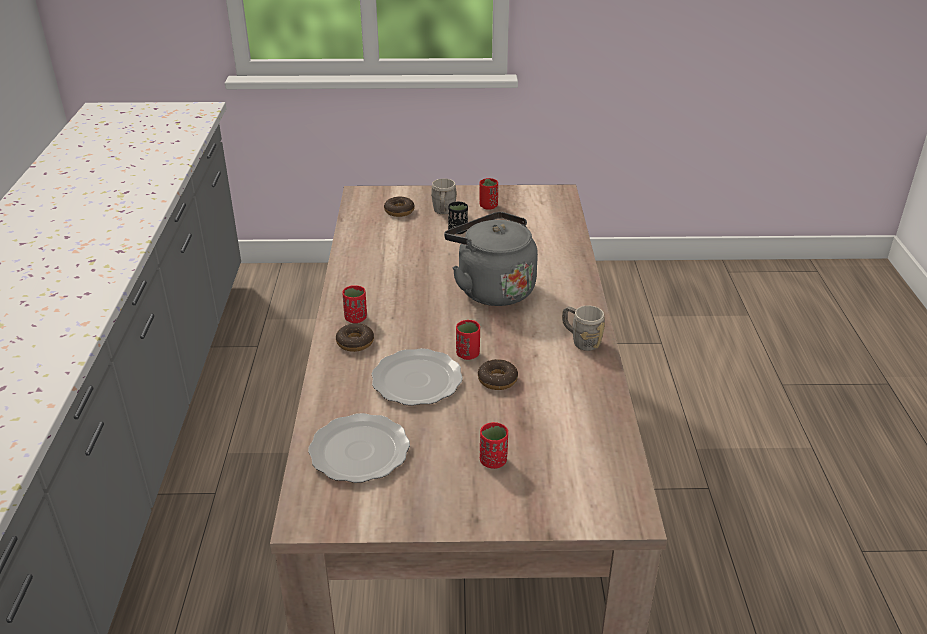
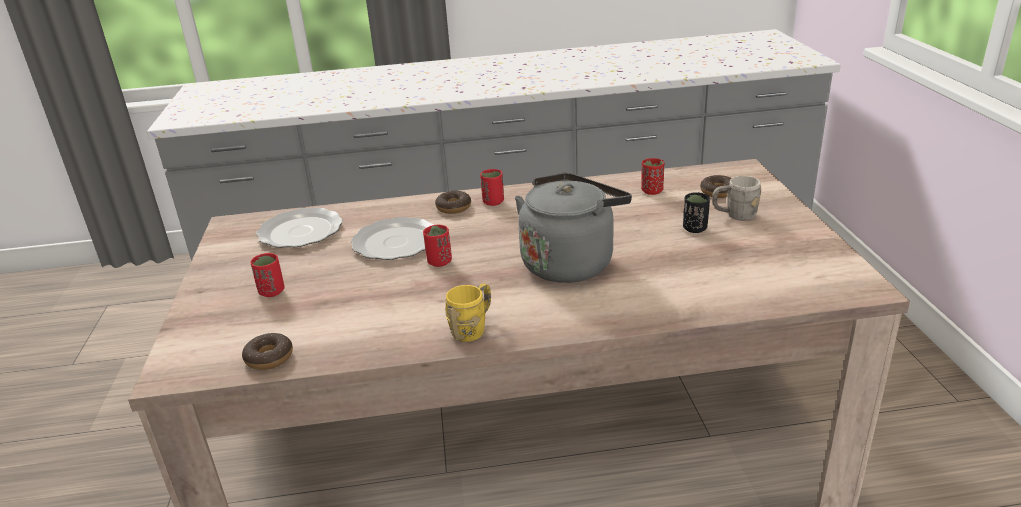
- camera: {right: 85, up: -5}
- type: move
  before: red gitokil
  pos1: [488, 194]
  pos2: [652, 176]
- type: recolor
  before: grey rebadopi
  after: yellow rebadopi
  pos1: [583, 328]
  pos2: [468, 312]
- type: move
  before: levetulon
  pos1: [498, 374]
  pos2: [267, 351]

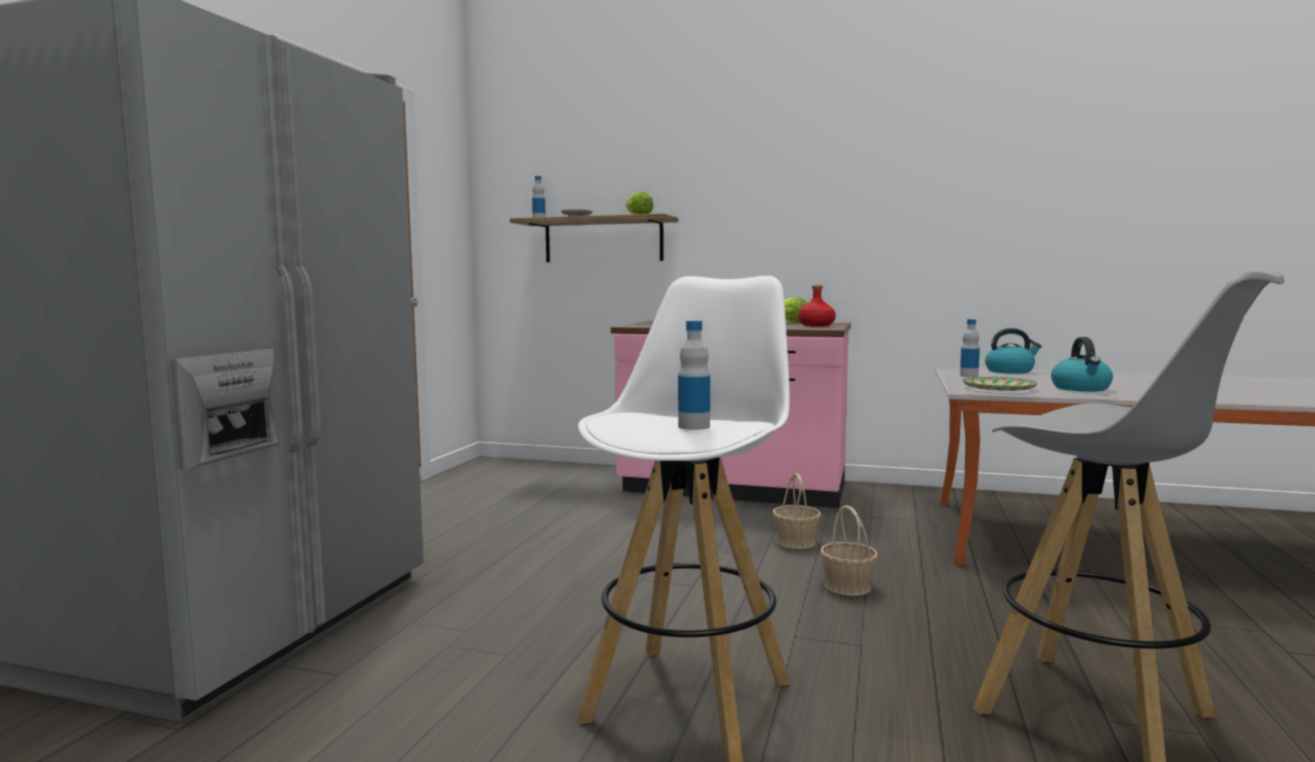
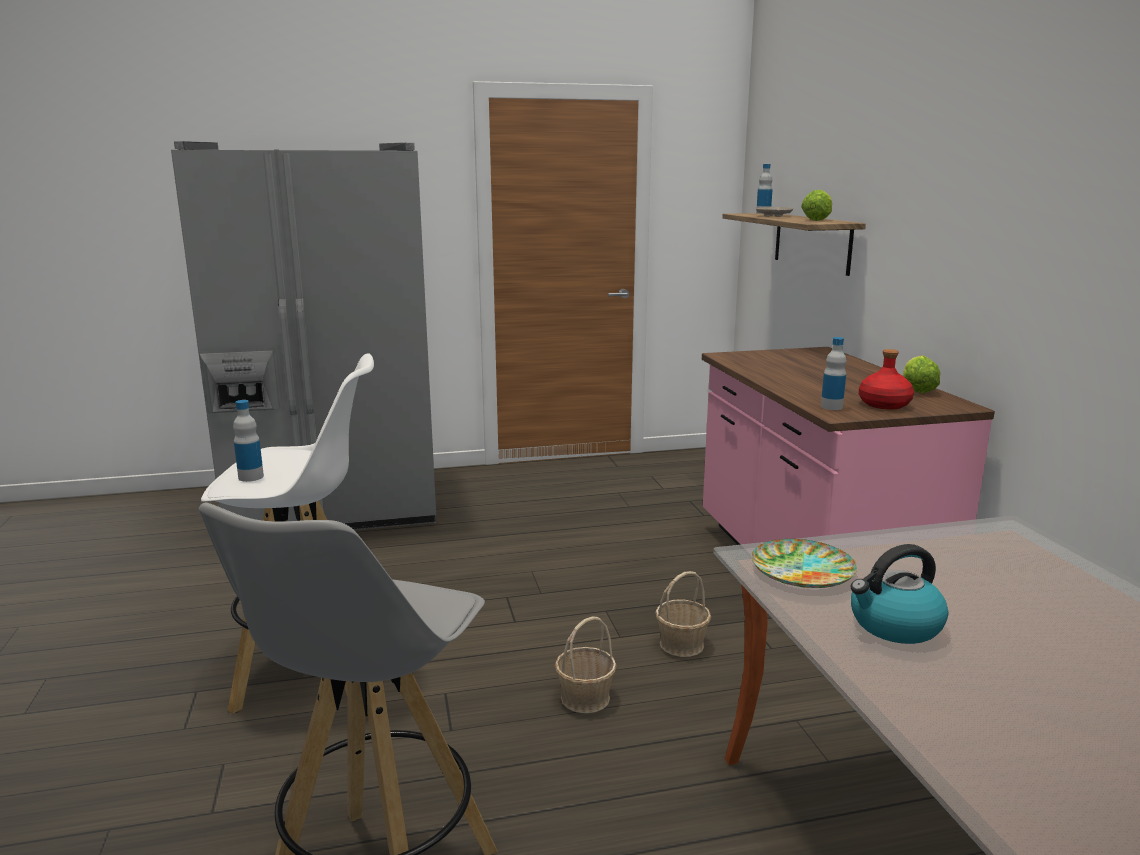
- camera: {right: 60, up: 10}
- type: move
  before: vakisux
  pos1: [970, 348]
  pos2: [833, 373]
- type: delete
  before: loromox
  pos1: [1013, 351]

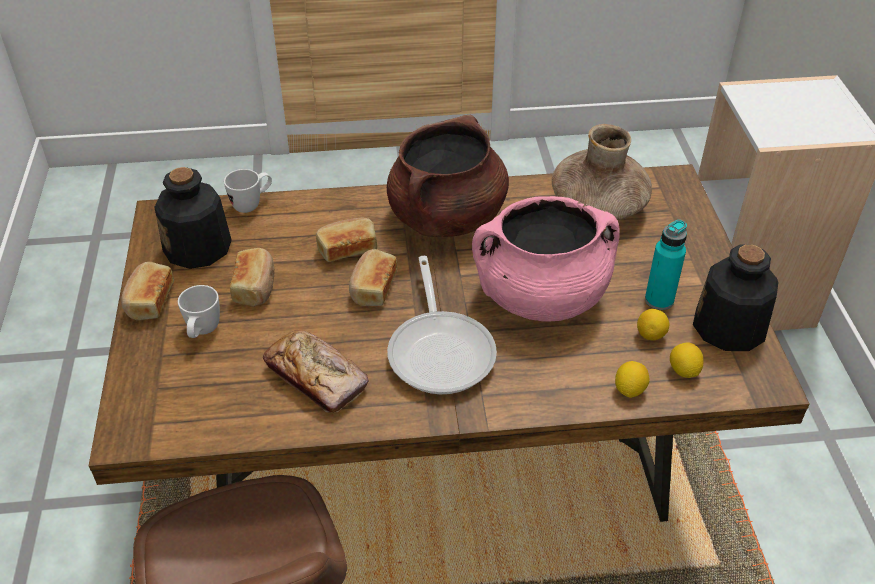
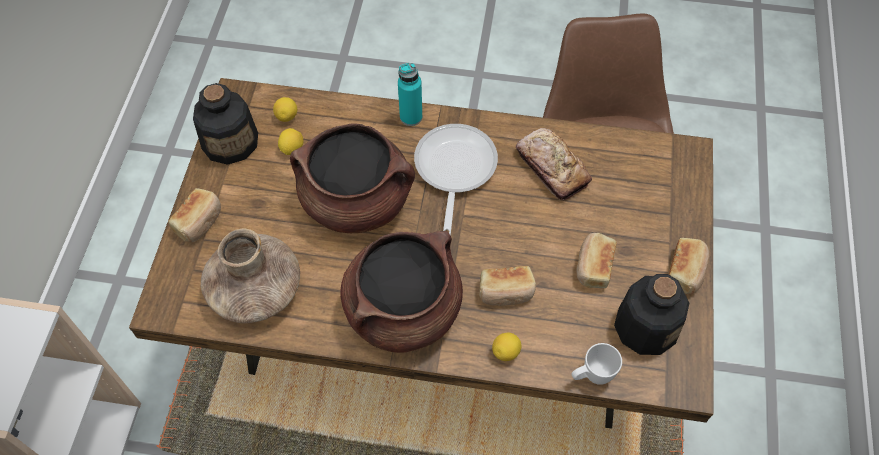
- camera: {right: -165, up: 15}
- type: recolor
  before: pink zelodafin
  after: brown zelodafin
  pos1: [546, 259]
  pos2: [352, 178]
- type: move
  before: turquoise vakisux
  pos1: [666, 265]
  pos2: [410, 94]
- type: move
  before: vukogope
  pos1: [373, 277]
  pos2: [194, 215]
- type: delete
  before: white rebadopi
  pos1: [199, 311]
- type: move
  before: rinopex
  pos1: [632, 379]
  pos2: [507, 346]

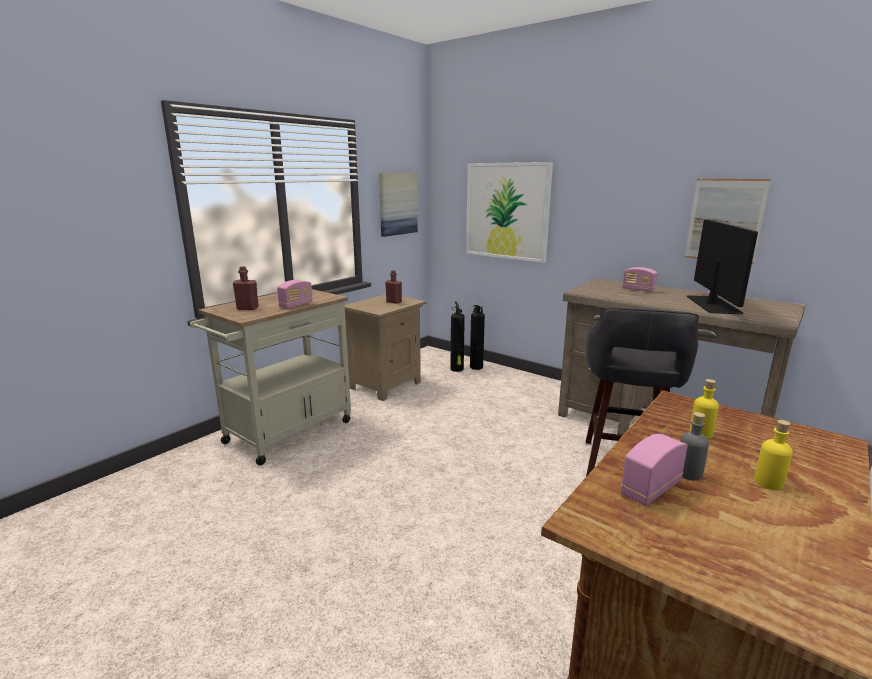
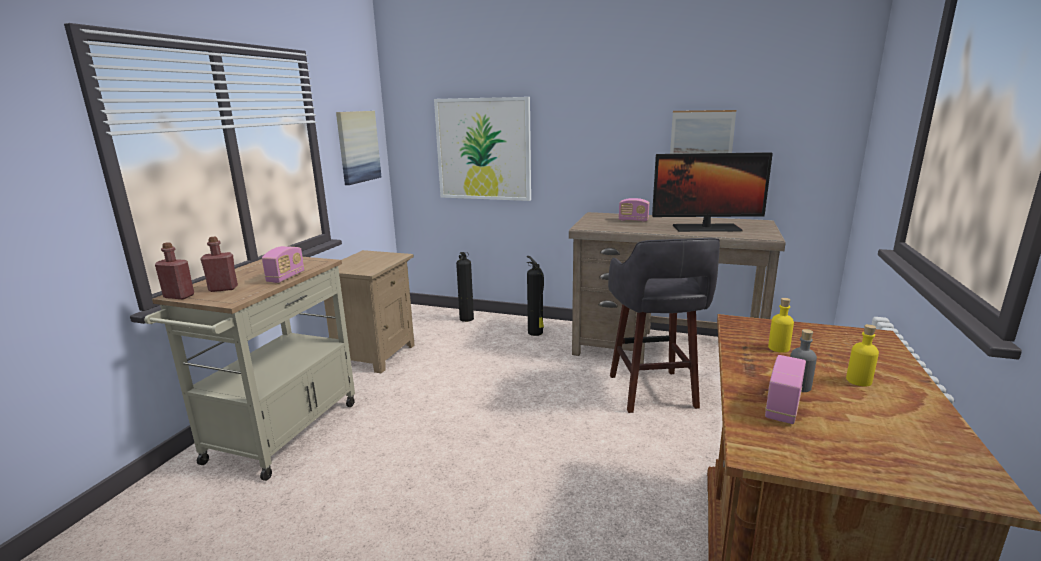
- camera: {right: -20, up: 0}
- type: rotate
  before: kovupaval
  pos1: [722, 266]
  pos2: [712, 192]
  turn: 105
- type: move
  before: red vakisux
  pos1: [393, 287]
  pos2: [174, 270]
- type: move
  before: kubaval
  pos1: [457, 336]
  pos2: [535, 296]

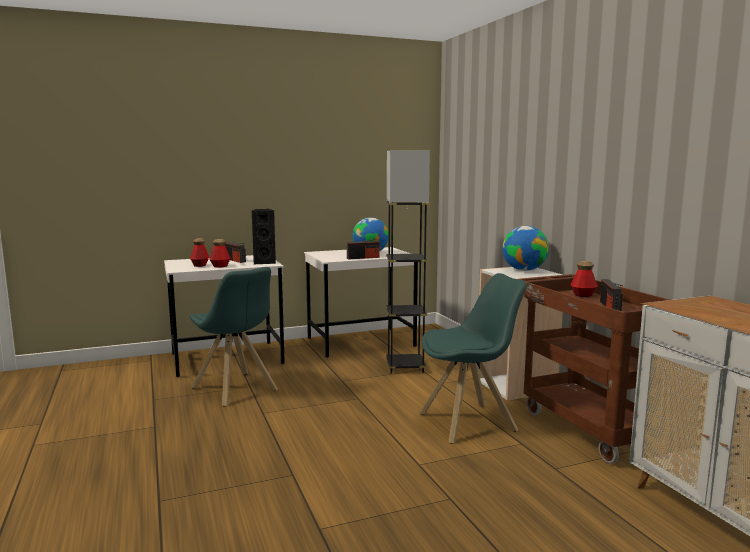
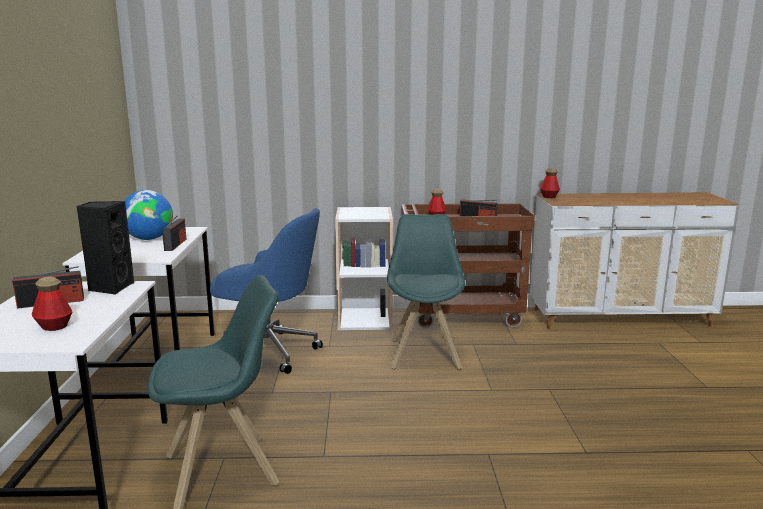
- camera: {right: -70, up: 5}
- type: replace
  before: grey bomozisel
  after: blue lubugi
  pos1: [408, 262]
  pos2: [266, 291]
- type: delete
  before: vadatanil
  pos1: [525, 248]
- type: move
  before: vakisux
  pos1: [220, 253]
  pos2: [550, 183]

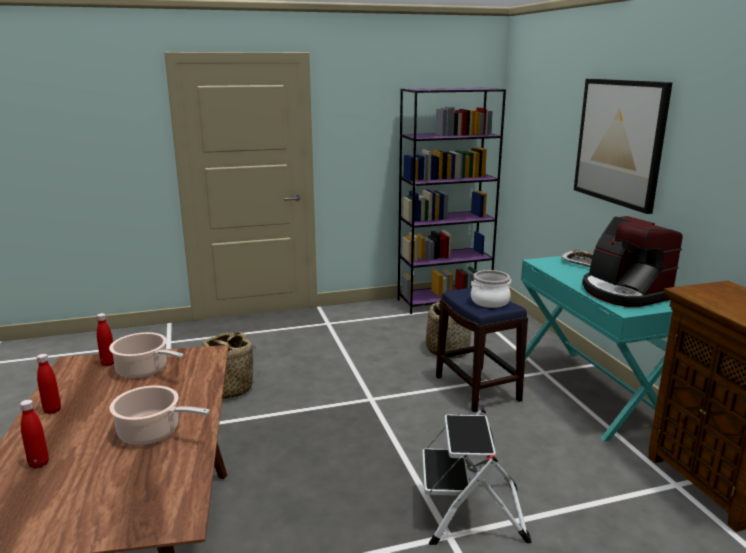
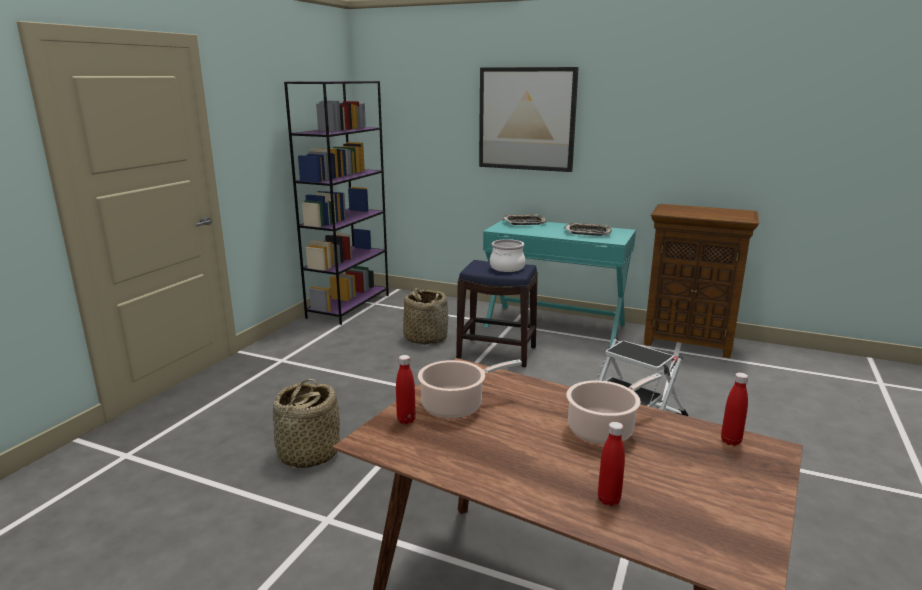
- camera: {right: -50, up: 0}
- type: replace
  before: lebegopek
  after: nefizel
  pos1: [632, 261]
  pos2: [588, 229]
- type: move
  before: red vakisux
  pos1: [49, 384]
  pos2: [734, 409]

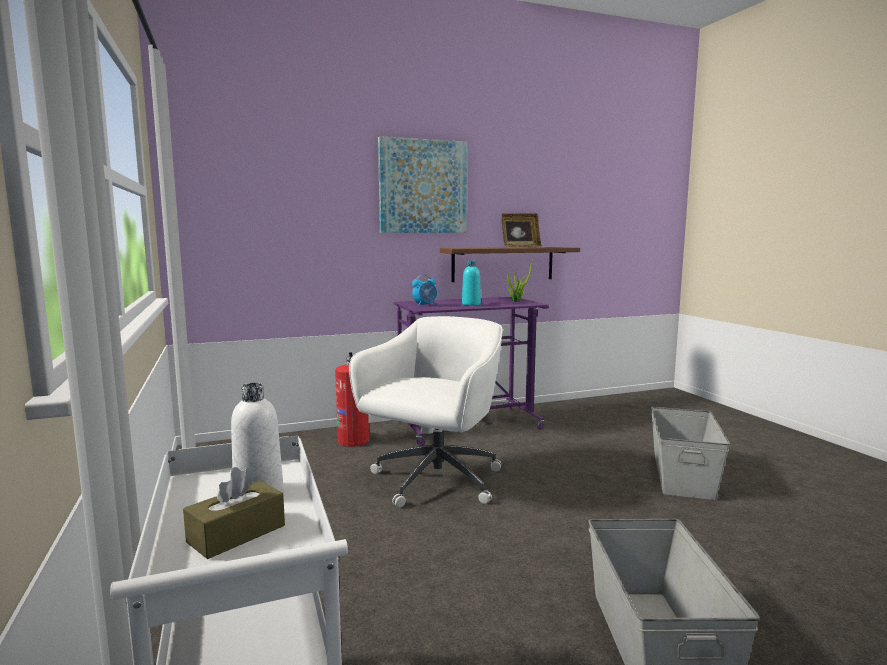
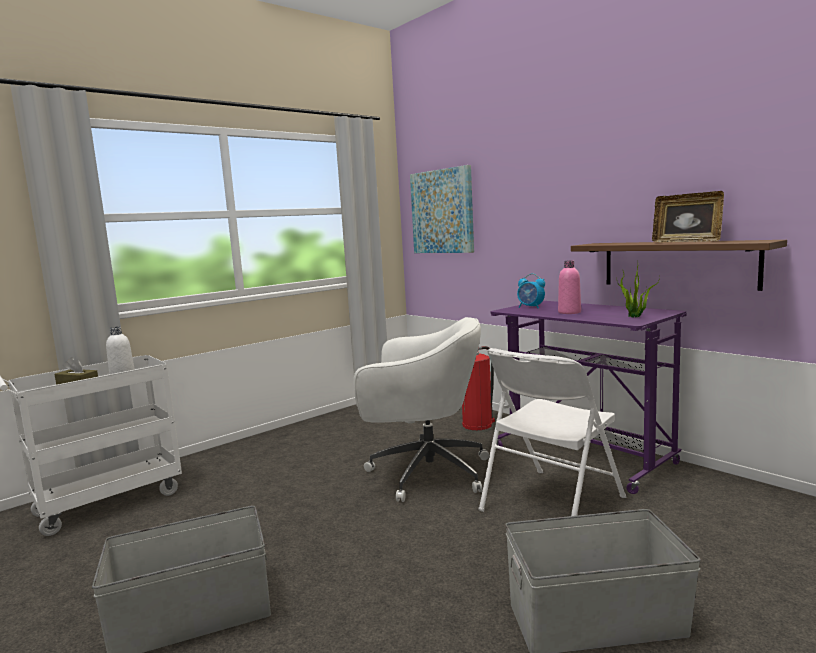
- camera: {right: 70, up: 0}
- type: move
  before: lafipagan
  pos1: [422, 184]
  pos2: [442, 209]
- type: recolor
  before: turquoise vakisux
  after: pink vakisux
  pos1: [471, 283]
  pos2: [569, 287]
- type: insert
  after: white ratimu
  pos2: [552, 432]

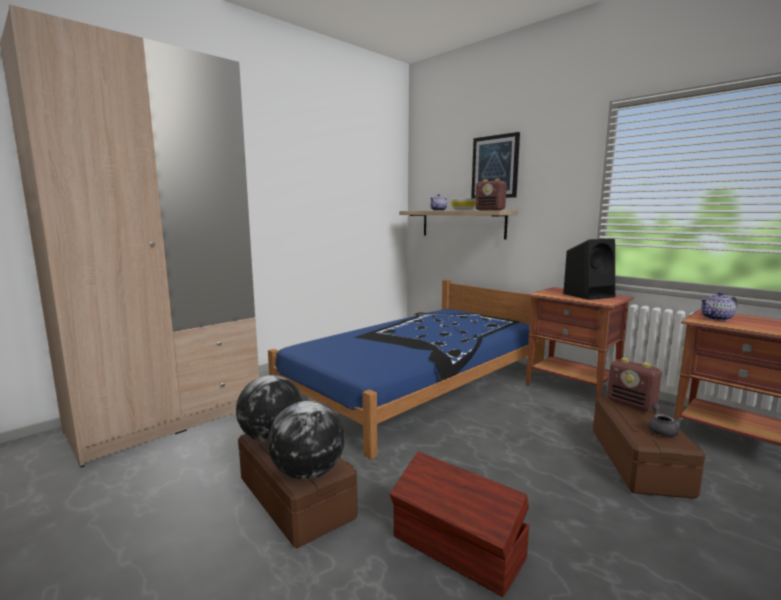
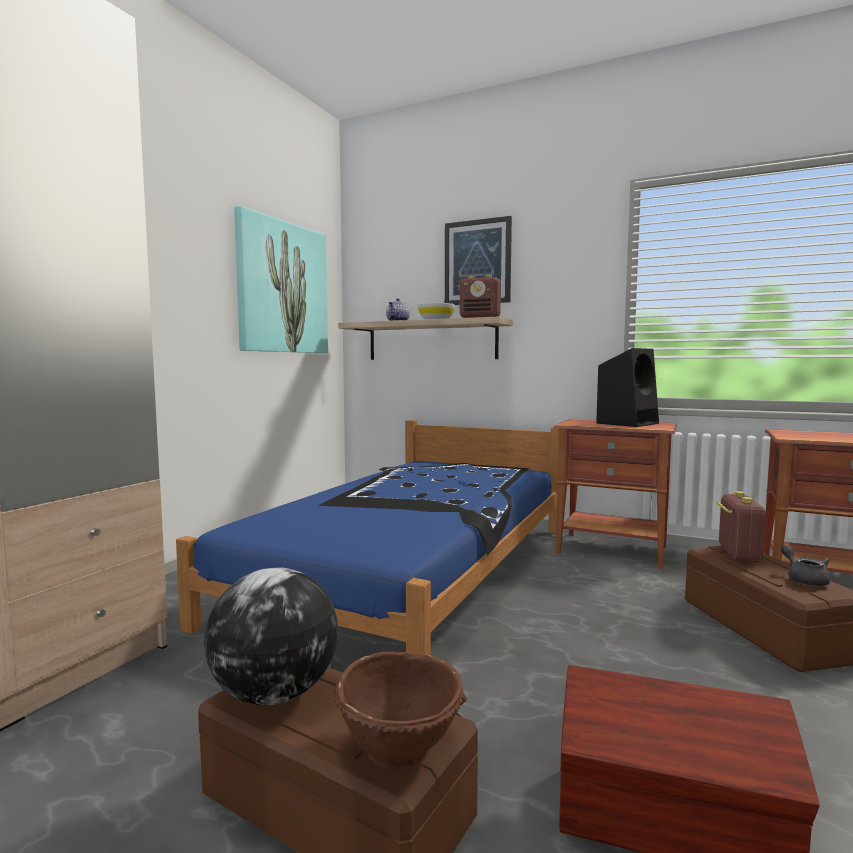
- camera: {right: -20, up: -5}
- type: delete
  before: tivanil
  pos1: [719, 306]
- type: rotate
  before: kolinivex
  pos1: [634, 385]
  pos2: [741, 526]
  turn: -105
- type: replace
  before: vadatanil
  after: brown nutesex
  pos1: [306, 440]
  pos2: [400, 711]
- type: insert
  after: lafipagan
  pos2: [281, 279]

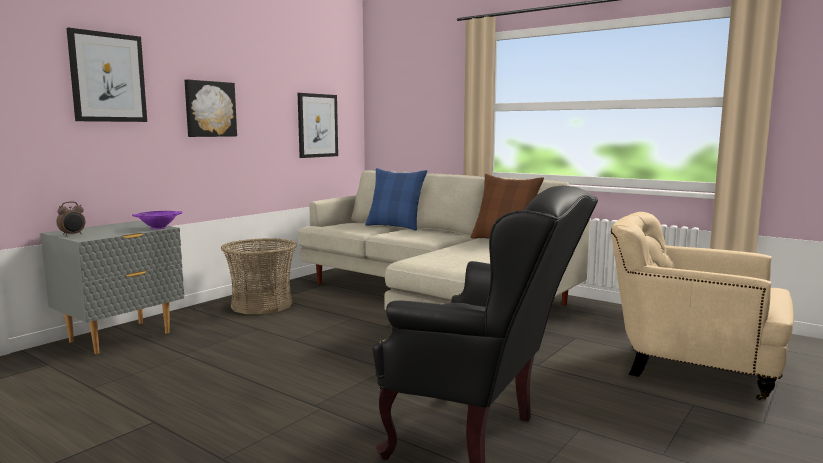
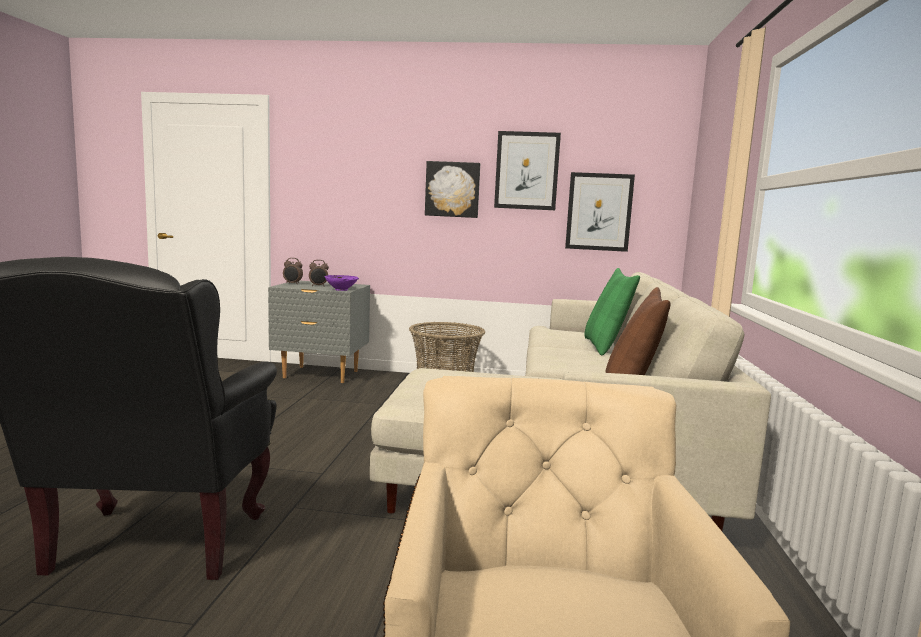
- camera: {right: 60, up: 0}
- type: move
  before: lafipagan
  pos1: [106, 75]
  pos2: [527, 170]
- type: recolor
  before: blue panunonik
  after: green panunonik
  pos1: [396, 199]
  pos2: [612, 311]
- type: insert
  after: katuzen
  pos2: [319, 273]

